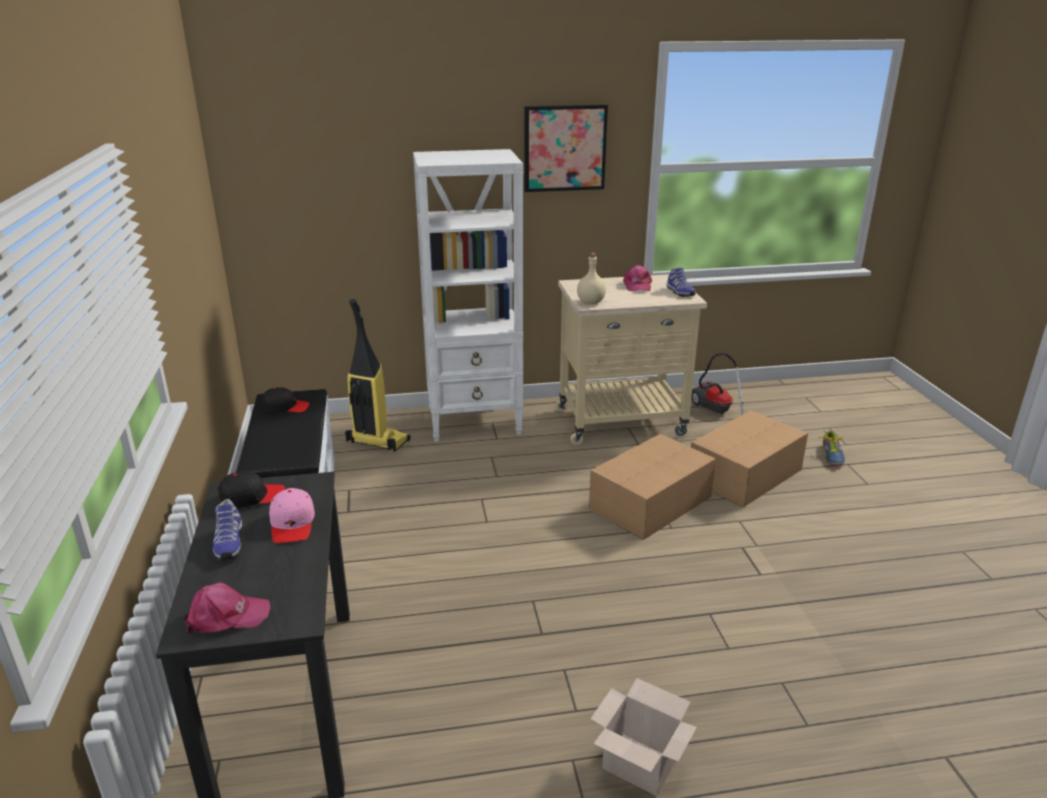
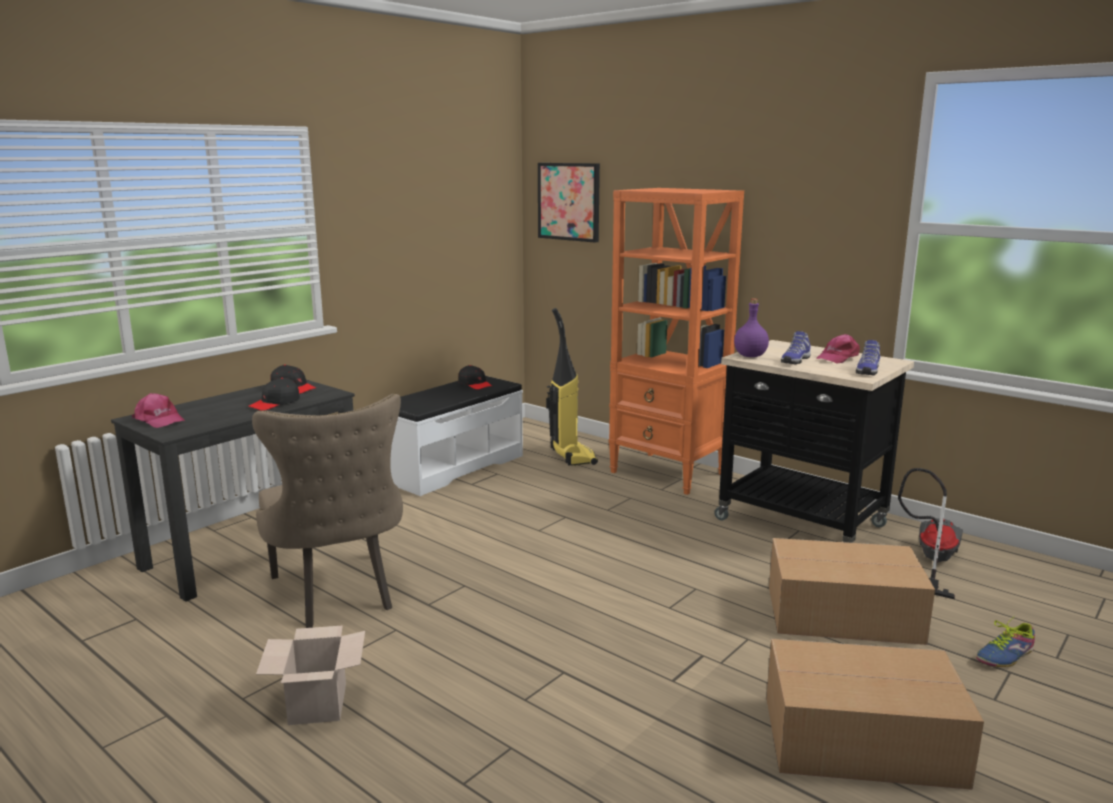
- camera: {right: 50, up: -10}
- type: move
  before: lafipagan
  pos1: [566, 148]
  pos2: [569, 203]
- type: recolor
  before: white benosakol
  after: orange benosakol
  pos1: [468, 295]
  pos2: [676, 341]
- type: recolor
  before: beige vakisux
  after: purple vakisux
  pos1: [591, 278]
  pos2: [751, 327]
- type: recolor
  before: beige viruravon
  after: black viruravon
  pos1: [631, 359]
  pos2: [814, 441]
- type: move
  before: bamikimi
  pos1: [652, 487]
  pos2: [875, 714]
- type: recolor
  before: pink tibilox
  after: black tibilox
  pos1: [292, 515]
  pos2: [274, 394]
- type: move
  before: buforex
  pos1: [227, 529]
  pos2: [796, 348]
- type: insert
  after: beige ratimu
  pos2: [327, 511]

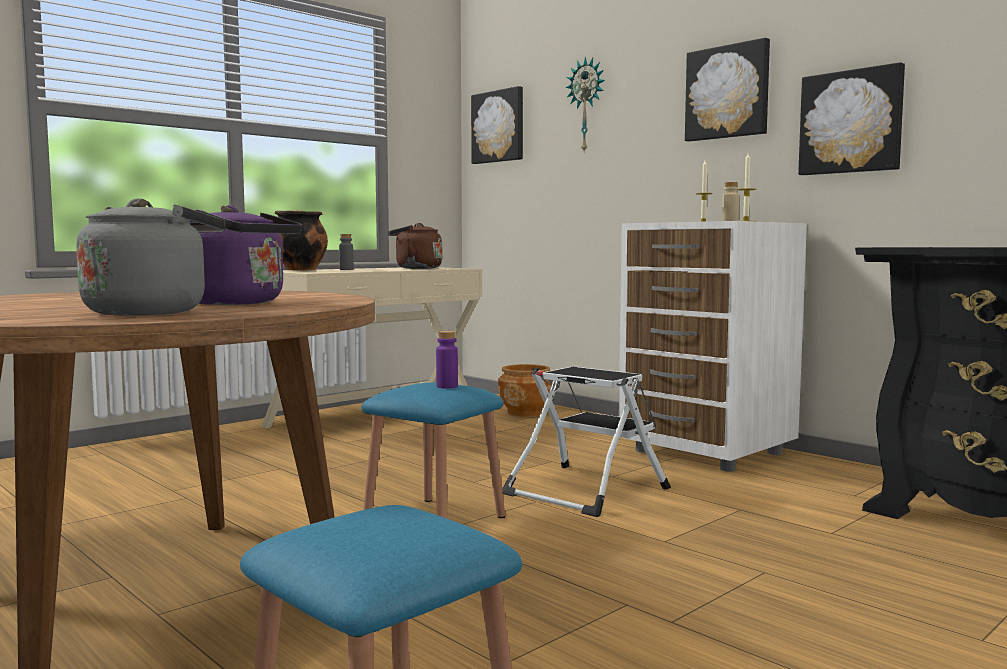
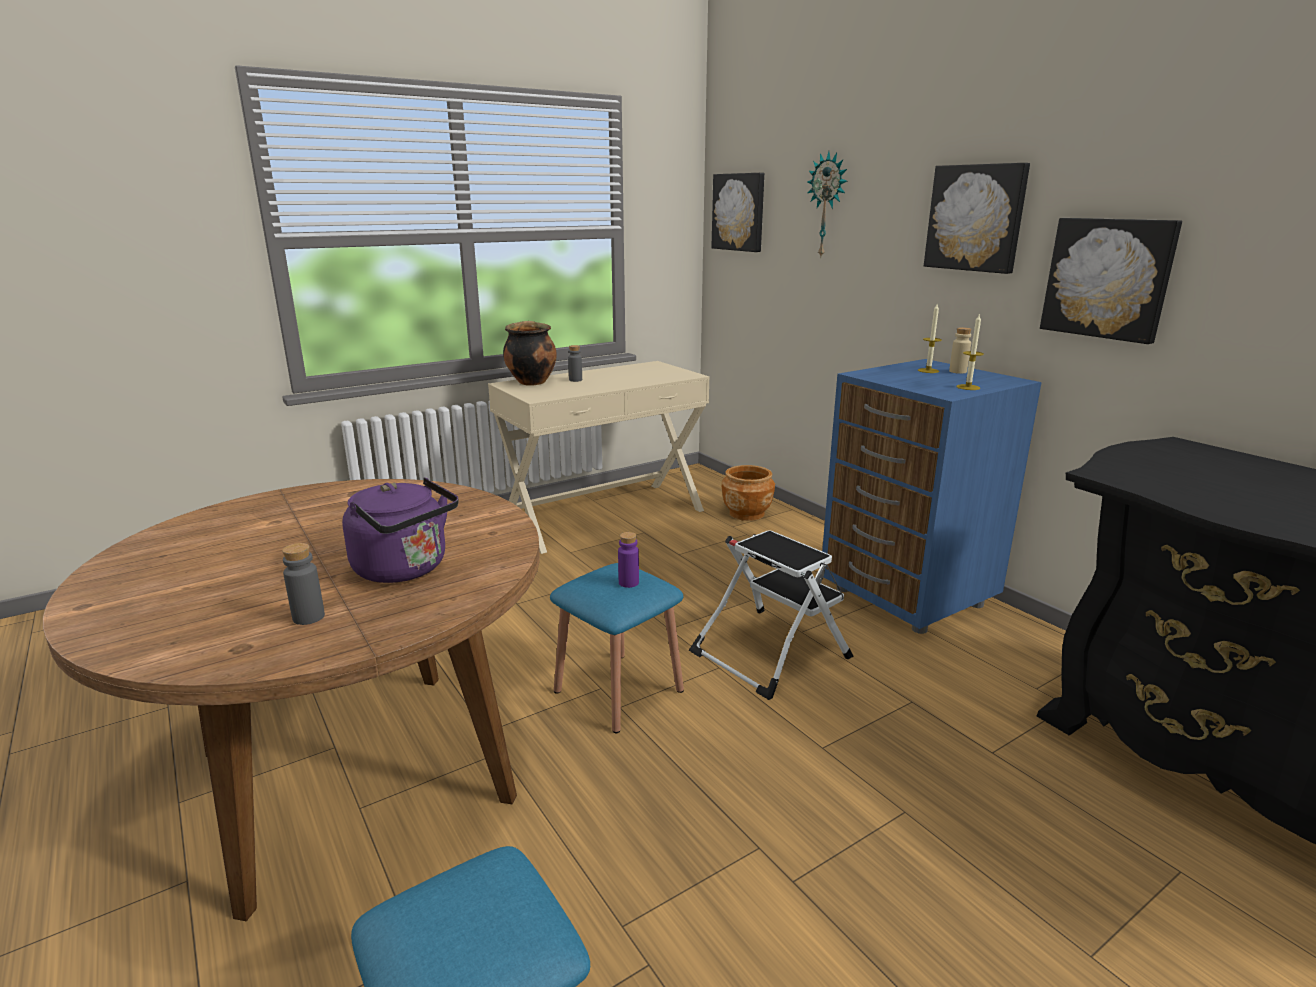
- camera: {right: 10, up: 15}
- type: replace
  before: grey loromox
  after: grey vakisux
  pos1: [151, 257]
  pos2: [303, 584]
- type: recolor
  before: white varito
  after: blue varito
  pos1: [713, 346]
  pos2: [932, 496]
- type: delete
  before: brown loromox
  pos1: [415, 246]

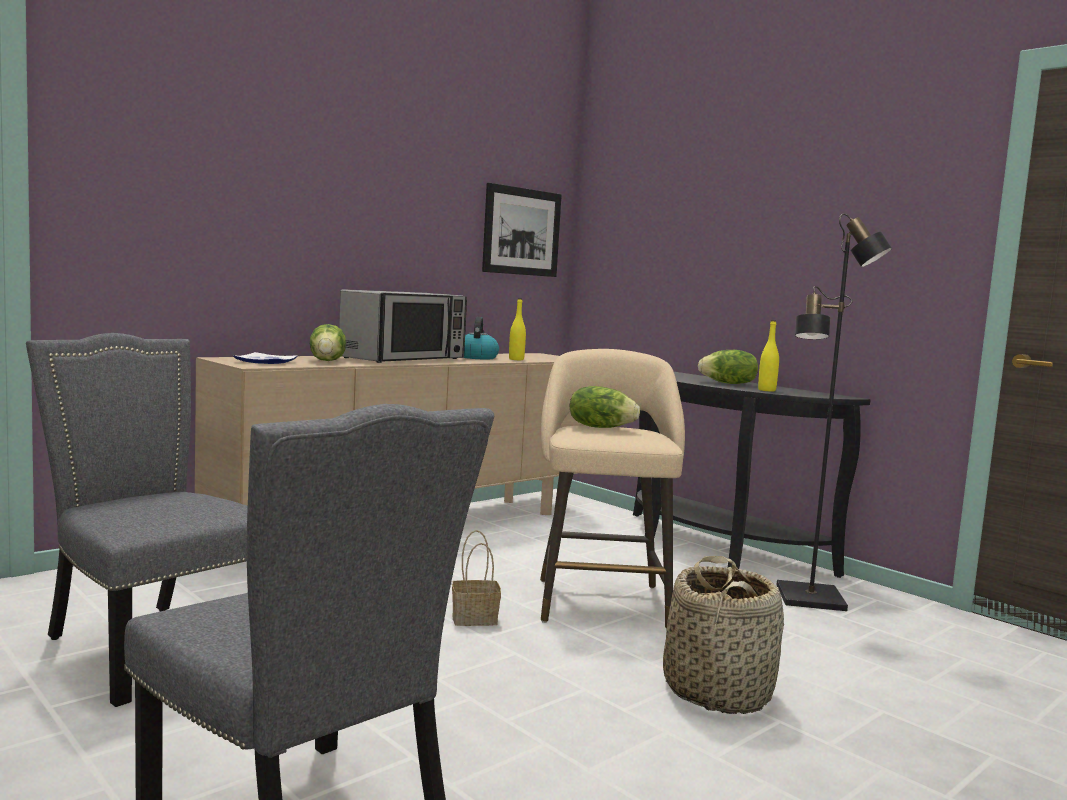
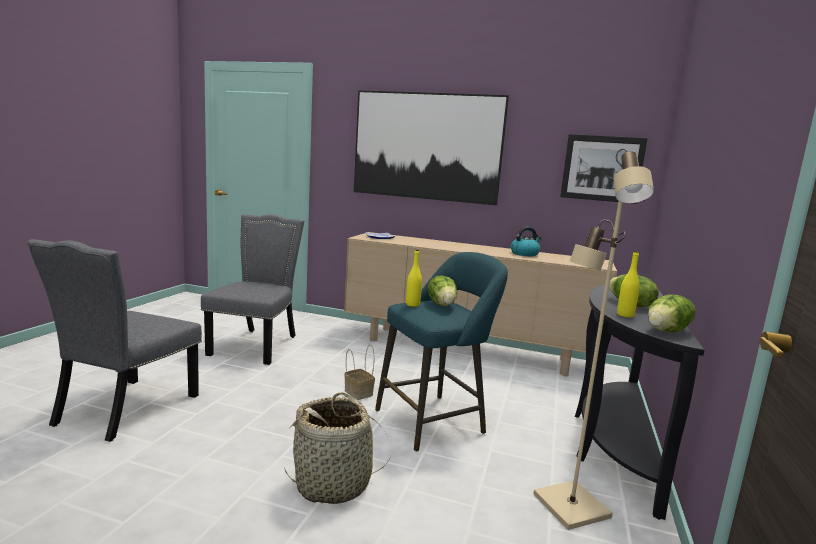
- camera: {right: 60, up: 5}
- type: recolor
  before: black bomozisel
  after: beige bomozisel
  pos1: [834, 412]
  pos2: [593, 339]
- type: delete
  before: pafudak
  pos1: [403, 326]
- type: move
  before: yellow vakisux
  pos1: [517, 329]
  pos2: [414, 278]
- type: move
  before: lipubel
  pos1: [328, 342]
  pos2: [672, 313]
- type: recolor
  before: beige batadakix
  after: turquoise batadakix
  pos1: [612, 489]
  pos2: [441, 352]
- type: insert
  after: lafipagan
  pos2: [431, 147]

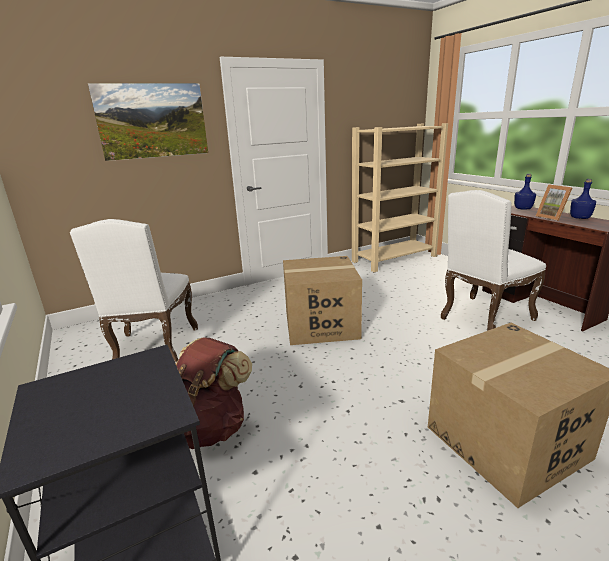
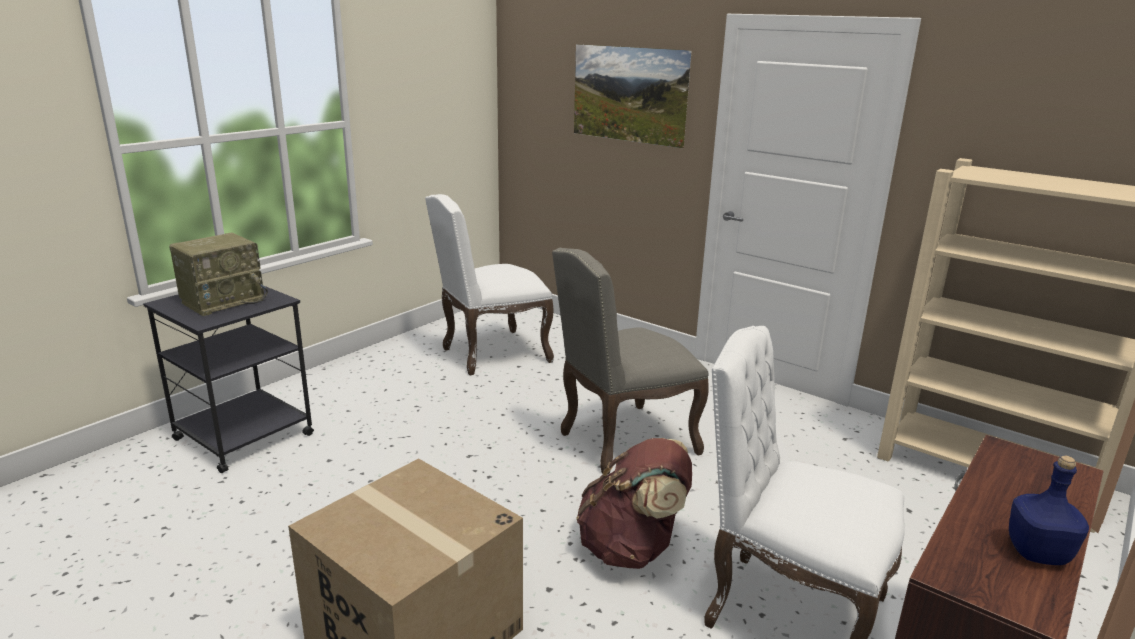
- camera: {right: 65, up: 0}
- type: delete
  before: blue vakisux
  pos1: [525, 191]
- type: delete
  before: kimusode
  pos1: [554, 202]
- type: replace
  before: bamikimi
  after: grey ratimu
  pos1: [322, 300]
  pos2: [630, 361]
- type: move
  before: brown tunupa
  pos1: [214, 393]
  pos2: [634, 503]
- type: insert
  after: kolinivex
  pos2: [218, 274]

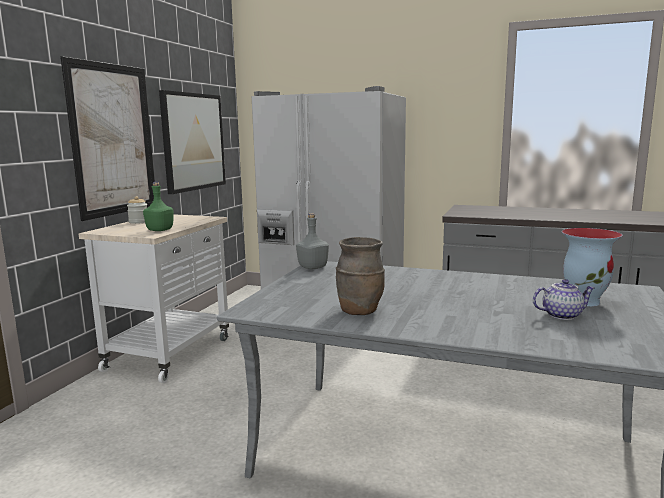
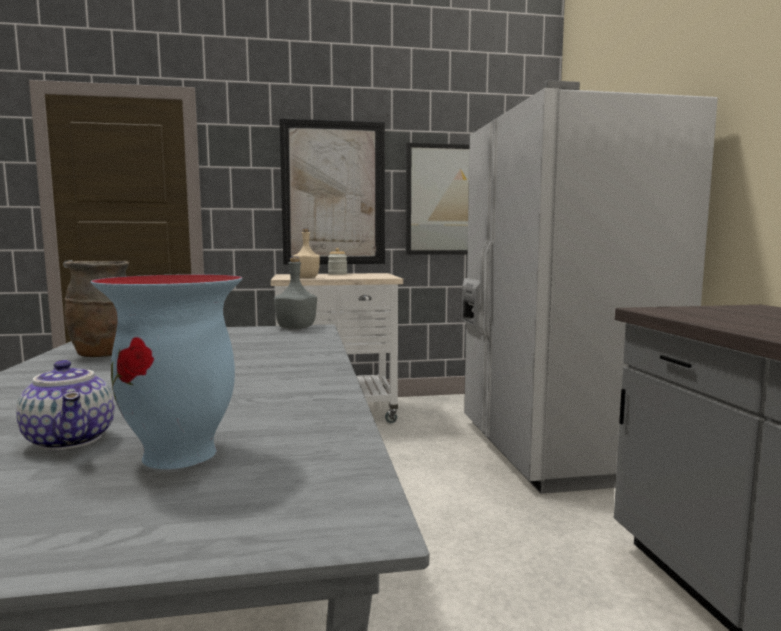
- camera: {right: 60, up: -5}
- type: recolor
  before: green vakisux
  after: beige vakisux
  pos1: [158, 206]
  pos2: [306, 253]

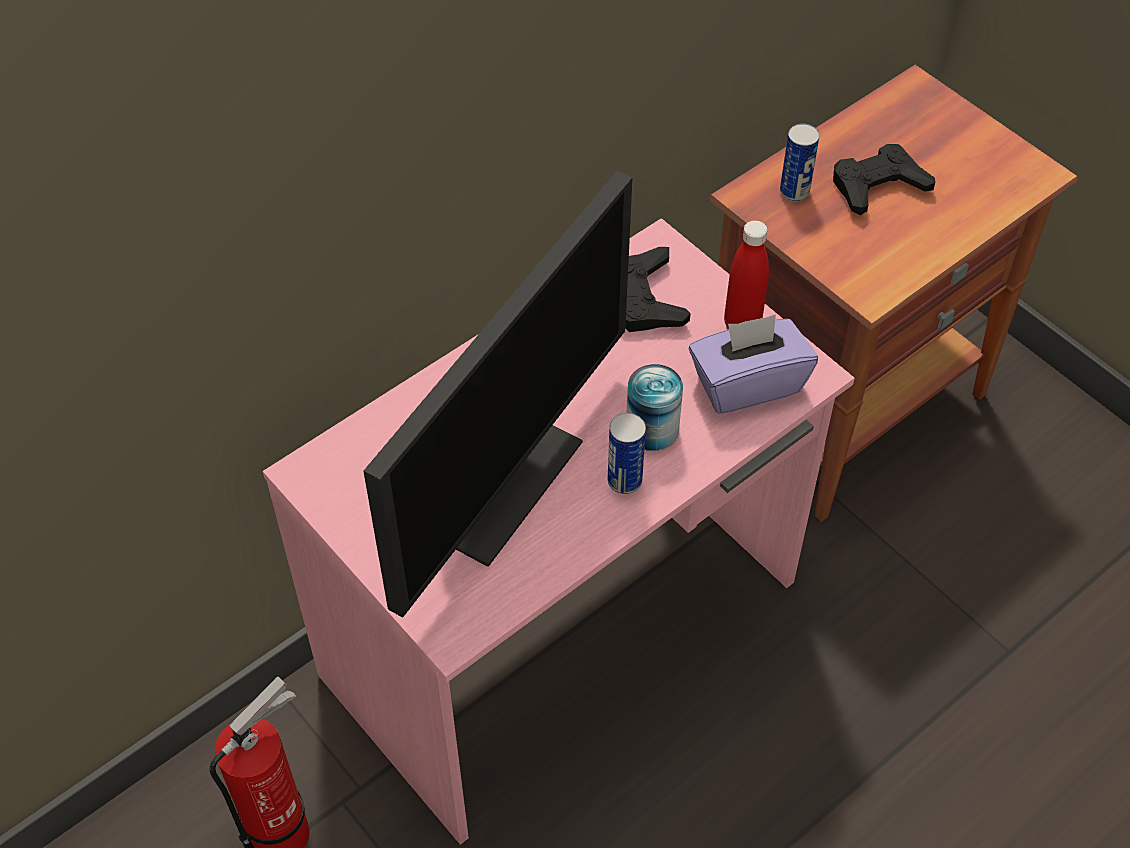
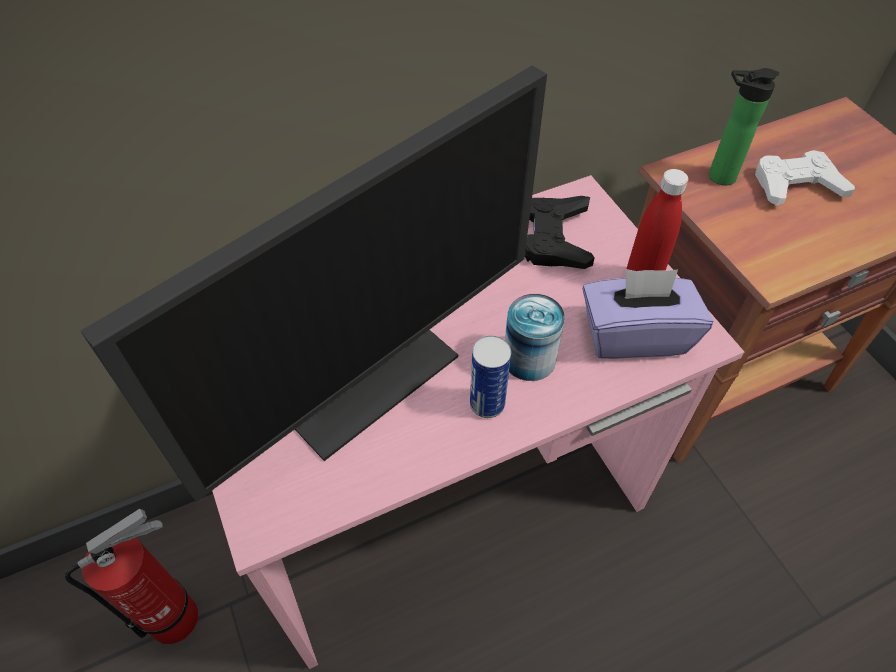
- camera: {right: 15, up: 0}
- type: replace
  before: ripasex
  after: vakisux
  pos1: [800, 162]
  pos2: [744, 127]
- type: recolor
  before: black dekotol
  after: white dekotol
  pos1: [884, 179]
  pos2: [805, 178]

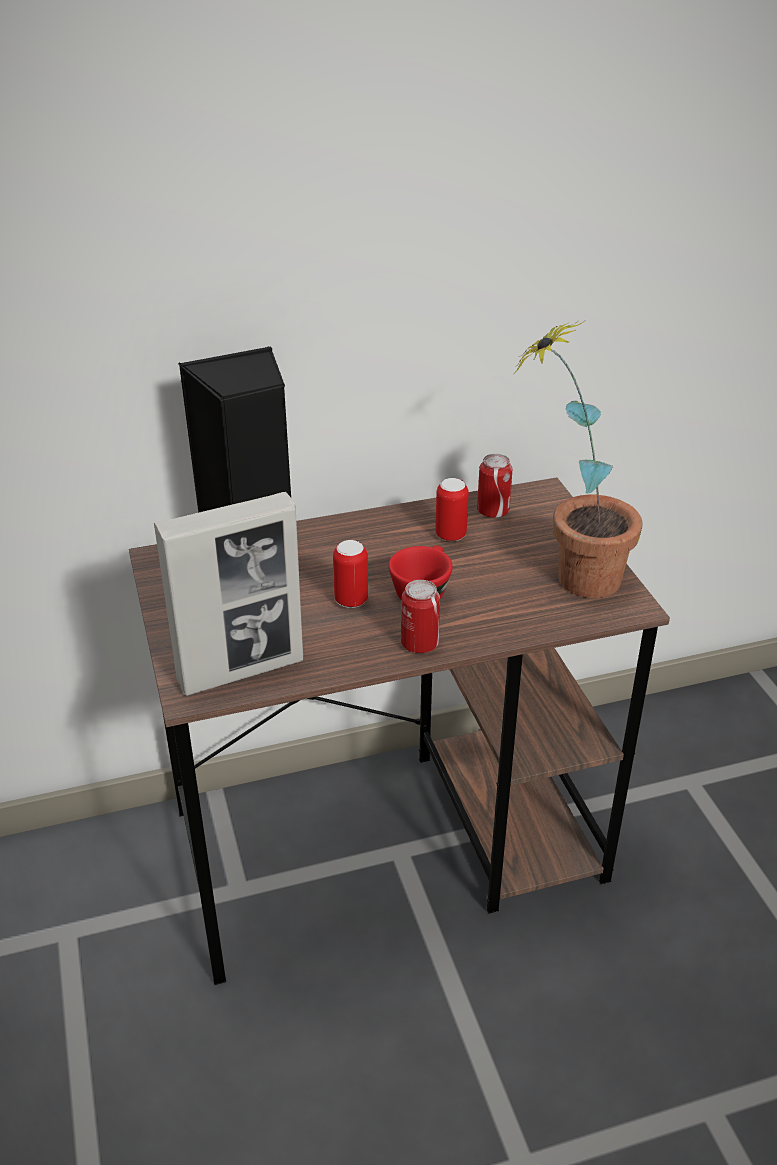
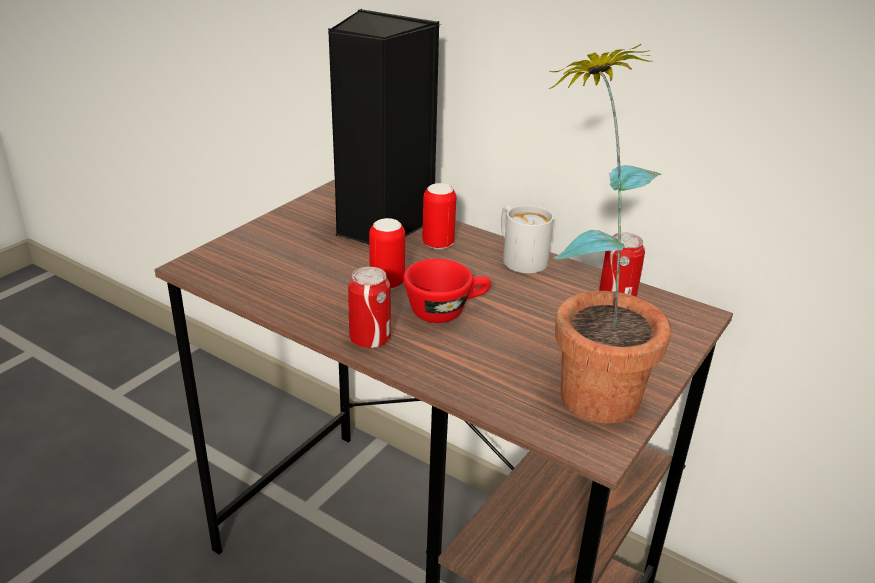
- camera: {right: 50, up: -5}
- type: move
  before: ripasex
  pos1: [452, 509]
  pos2: [439, 216]
- type: delete
  before: kimusode
  pos1: [228, 594]
- type: insert
  after: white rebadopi
  pos2: [527, 239]

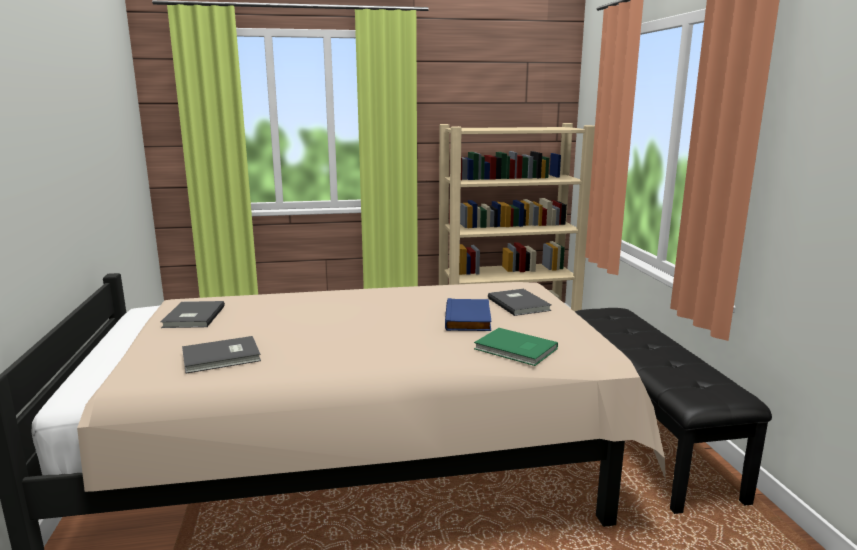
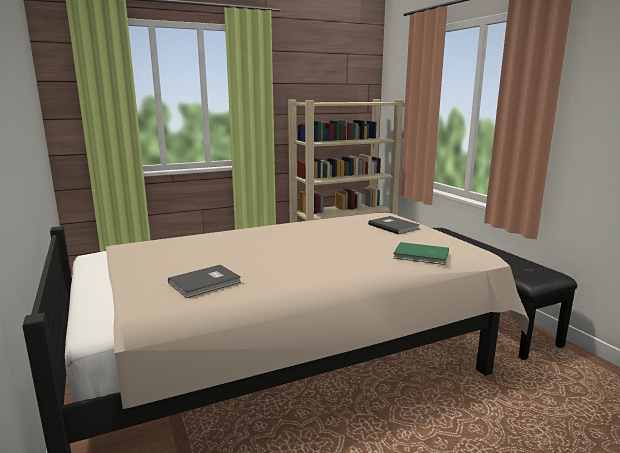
- camera: {right: -15, up: 0}
- type: delete
  before: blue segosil
  pos1: [468, 314]
- type: delete
  before: grey segosil
  pos1: [193, 314]

